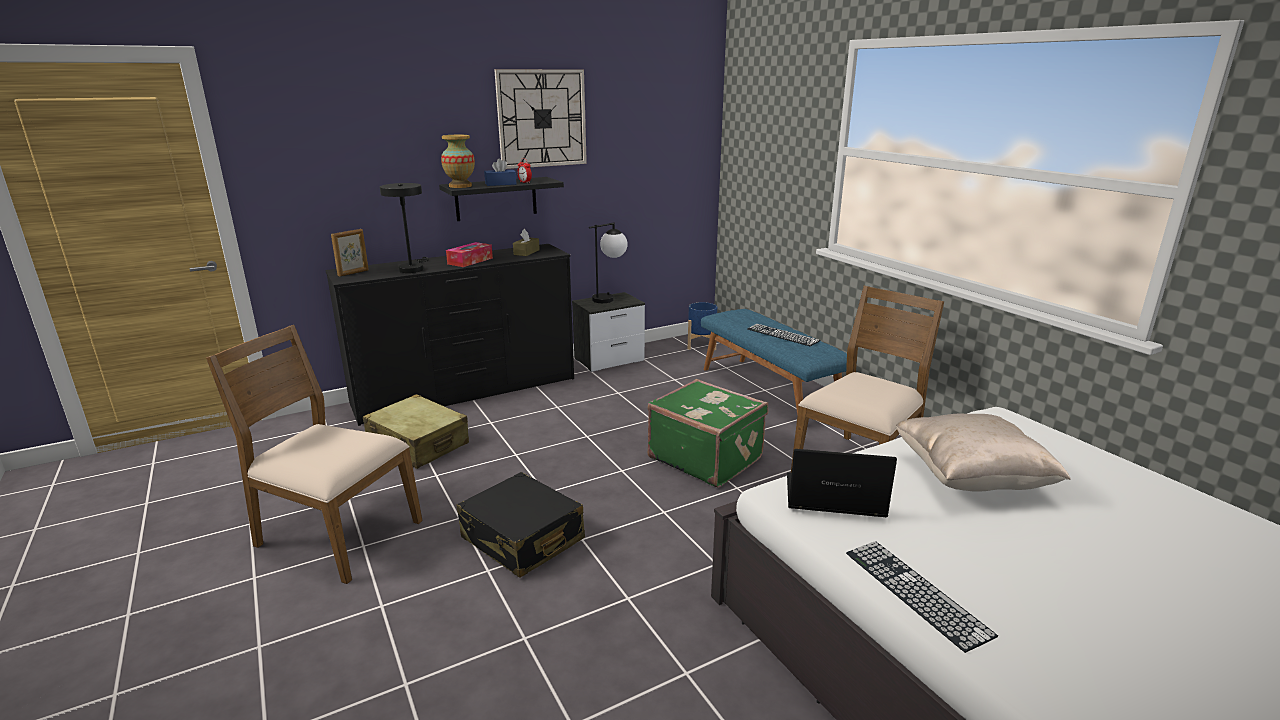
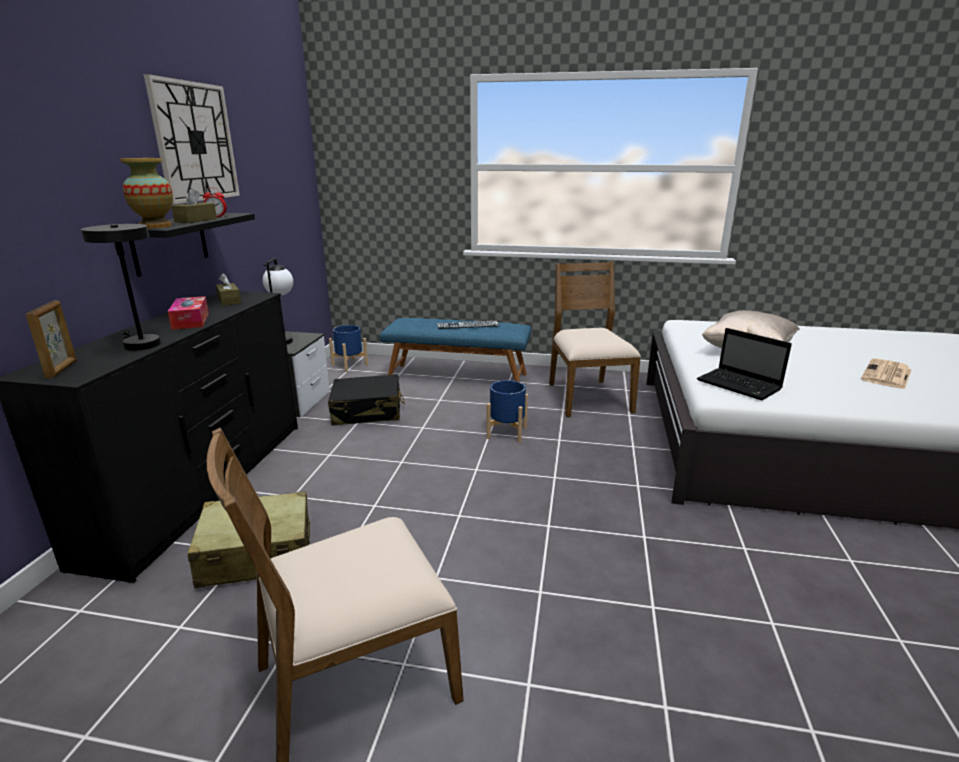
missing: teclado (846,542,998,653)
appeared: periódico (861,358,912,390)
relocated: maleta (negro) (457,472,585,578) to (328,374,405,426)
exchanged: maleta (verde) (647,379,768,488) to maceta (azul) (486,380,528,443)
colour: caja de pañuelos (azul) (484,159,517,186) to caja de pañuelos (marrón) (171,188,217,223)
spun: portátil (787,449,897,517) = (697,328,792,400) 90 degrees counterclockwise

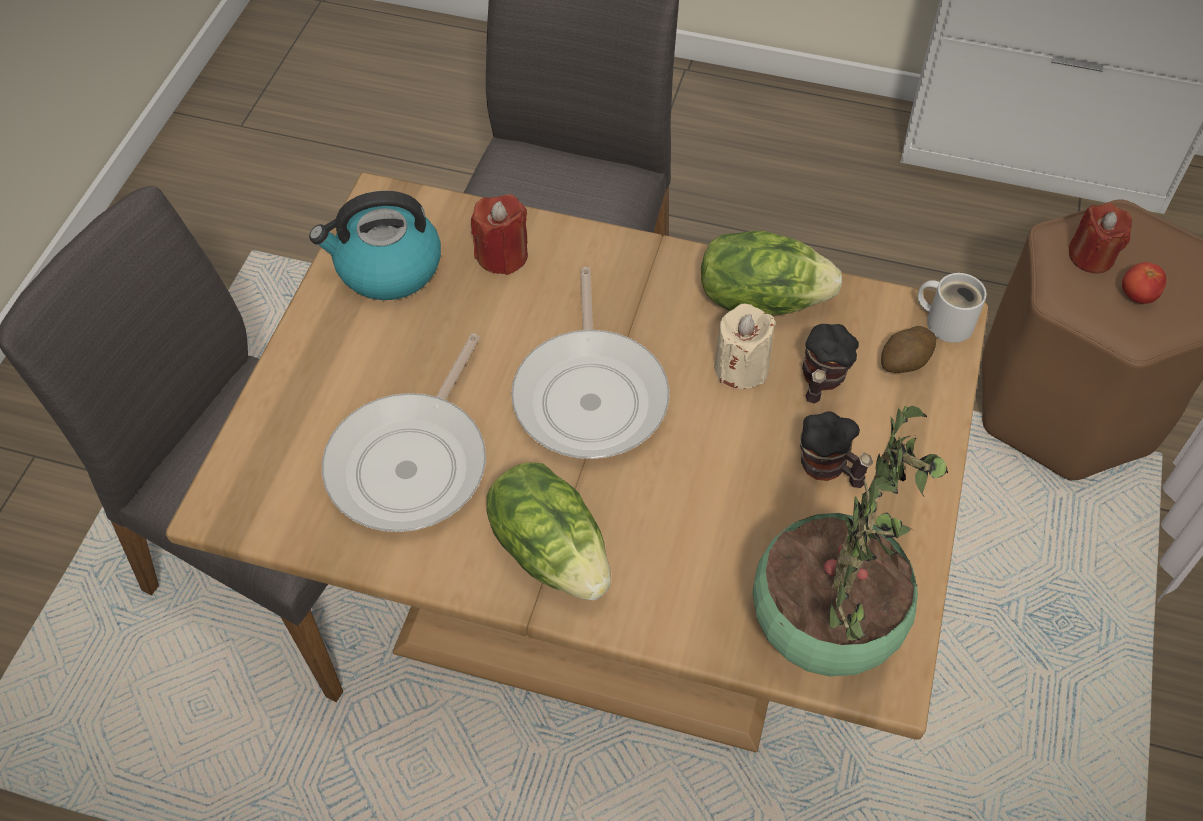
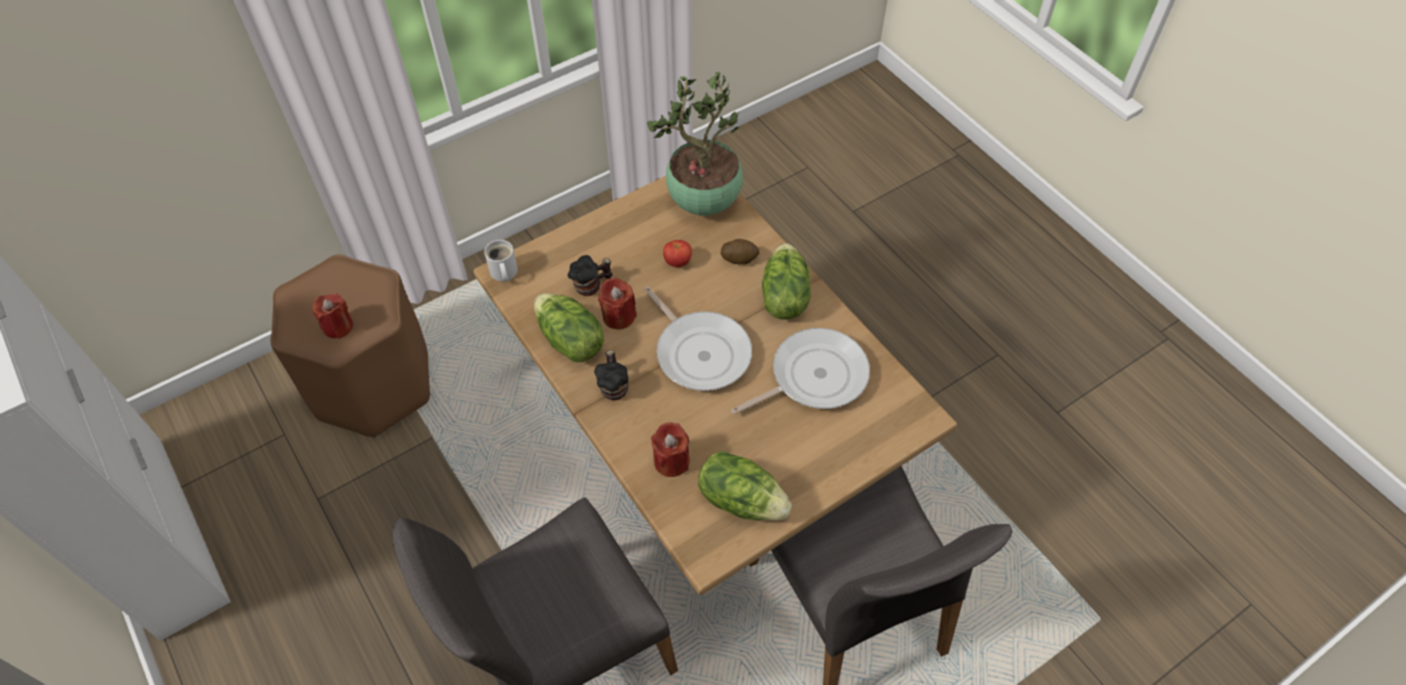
relocated: tomate (1122,262,1167,304) to (663,240,692,267); patata (881,326,936,373) to (720,239,760,264); taza grande (800,412,873,488) to (594,350,628,401)
exchanged: hervidor (309,191,441,300) to lechuga (698,451,792,521)
colour: vela (beis) (714,304,776,389) to vela (rojo) (598,277,637,329)
spun: sartén (511,267,669,459) = (644,287,752,391) 105 degrees clockwise

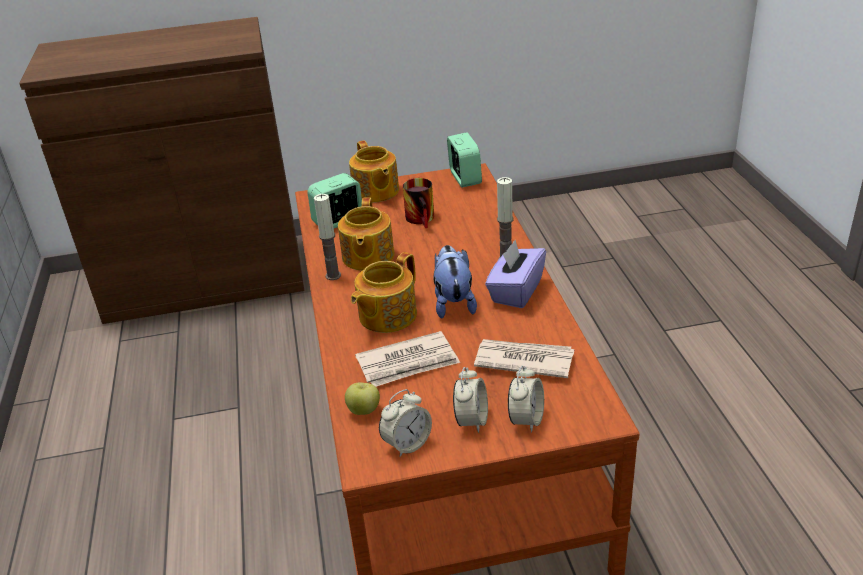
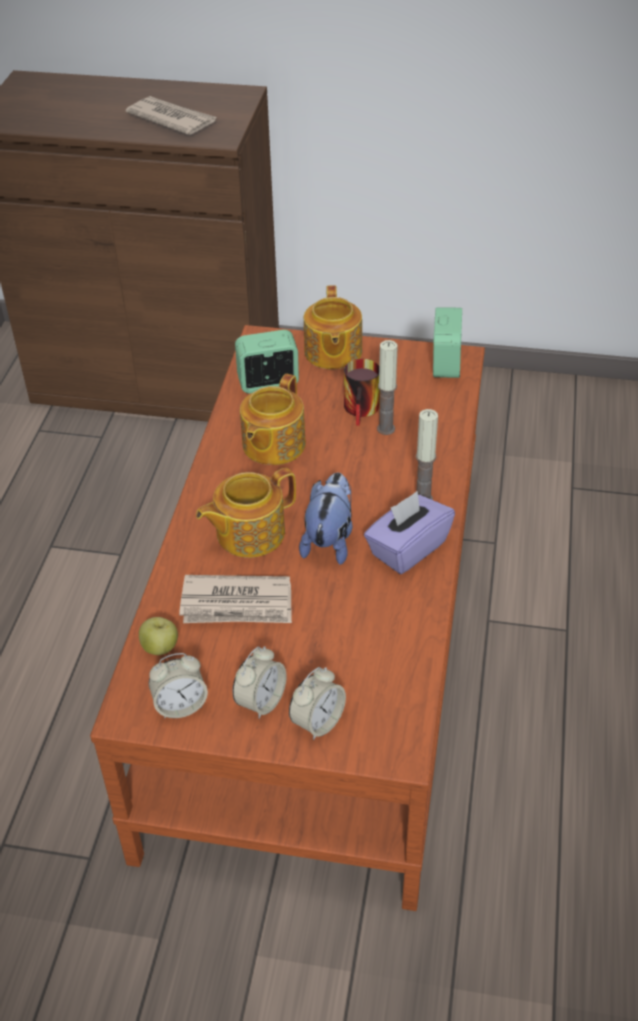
relocated: vela (314,194,341,280) to (377,340,398,435); periódico (474,339,574,378) to (126,96,217,135)

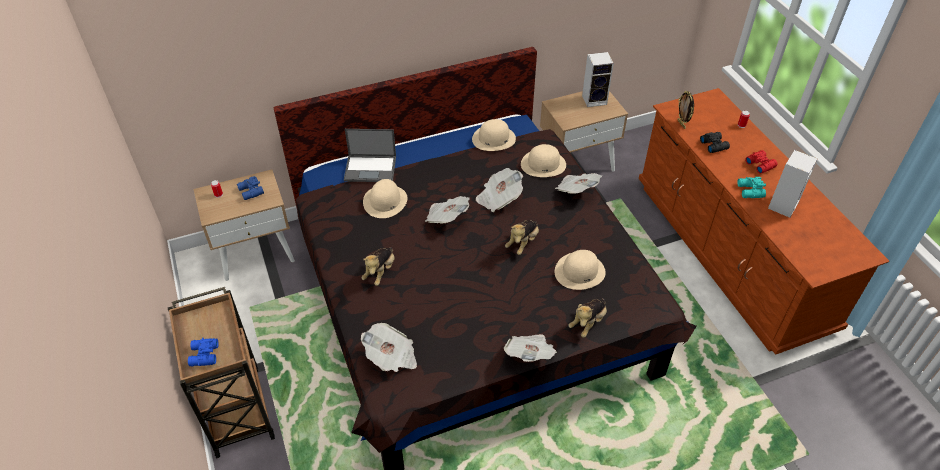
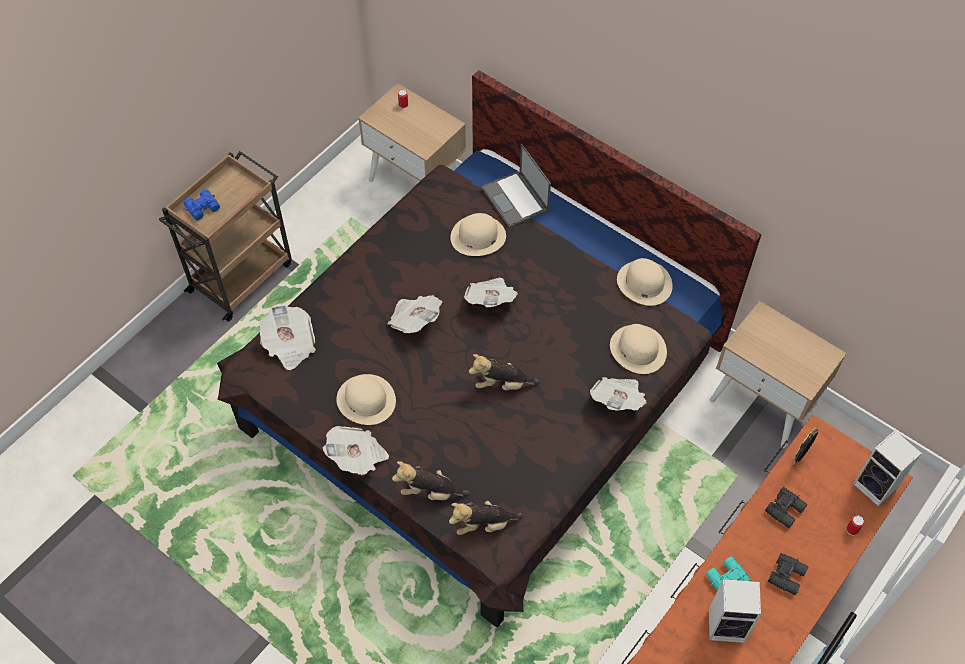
missing: prismáticos (azul) (237,176,264,200)
relocated: altavoz (582,52,614,107) to (853,430,922,506); periódico (476,168,523,212) to (388,295,442,333); peluche (361,247,395,286) to (449,501,524,535); sombrero (beis) (555,250,606,290) to (336,374,396,425)
colour: prismáticos (rojo) (745,150,778,174) to prismáticos (negro) (768,553,809,595)

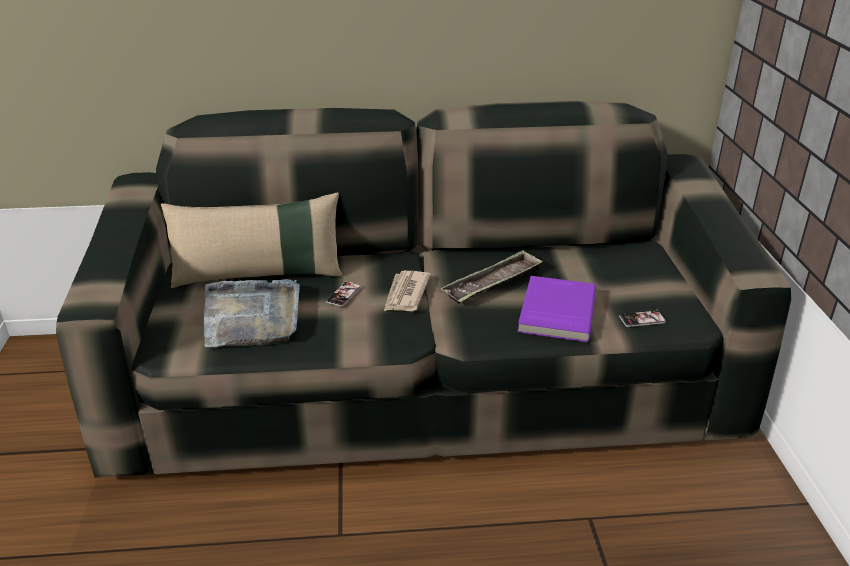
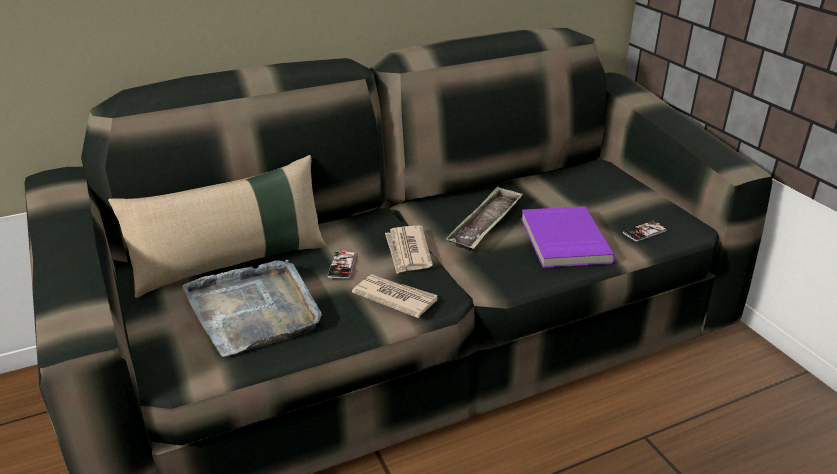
appeared: periódico (352,274,438,318)

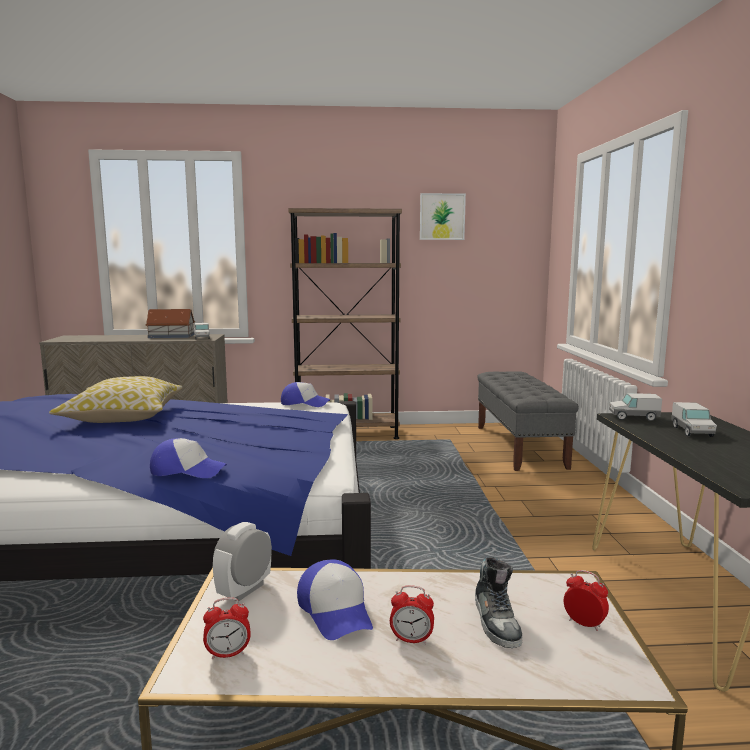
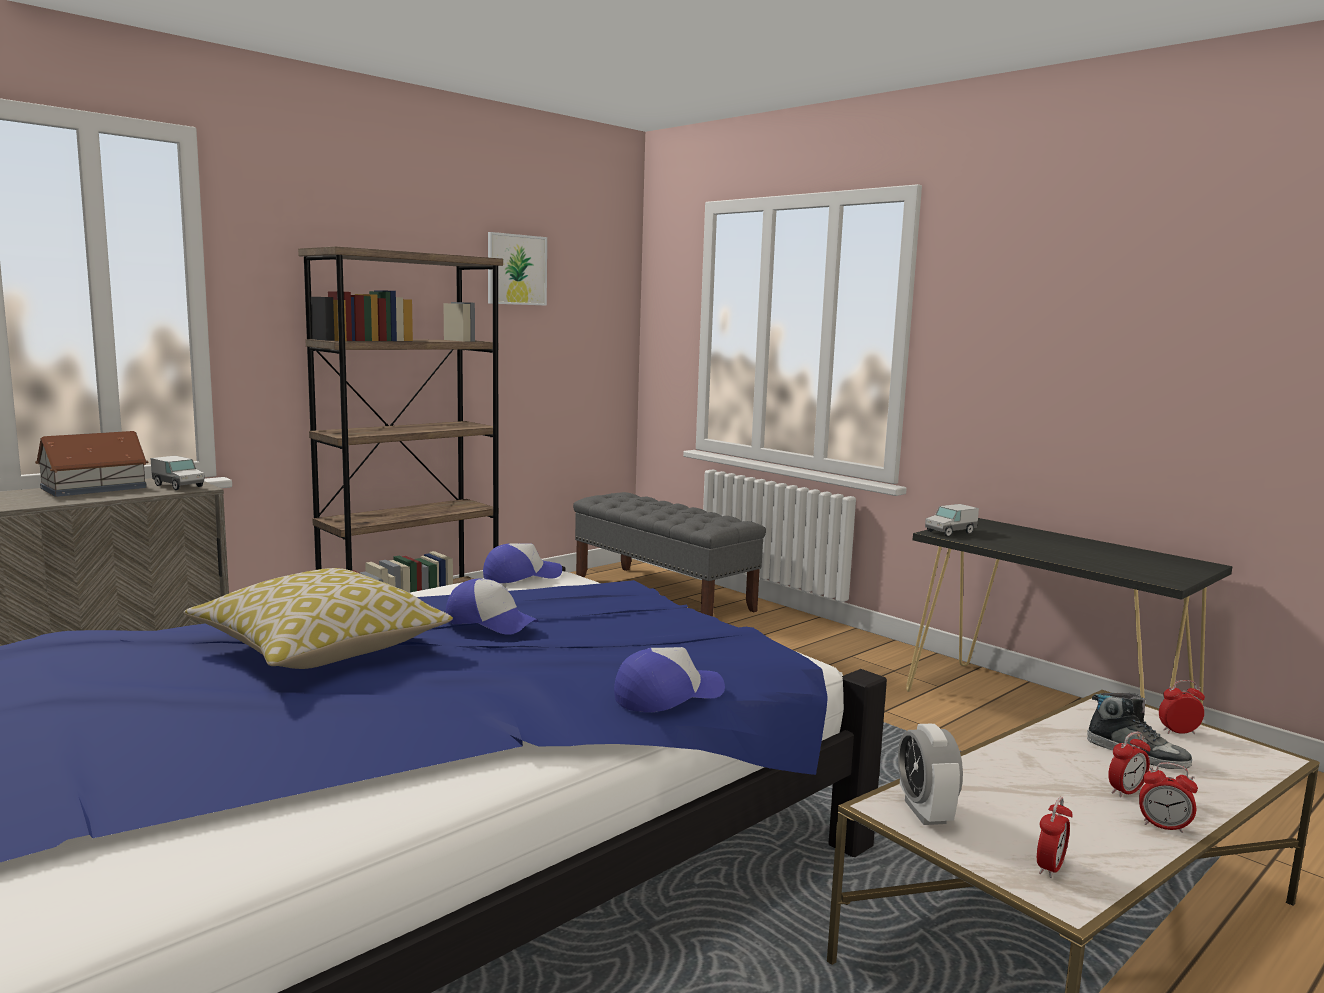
missing: camión de juguete (672,402,717,437)
appeared: despertador (1139,762,1198,833)
relocated: gorra (297,560,373,640) to (446,579,538,635)

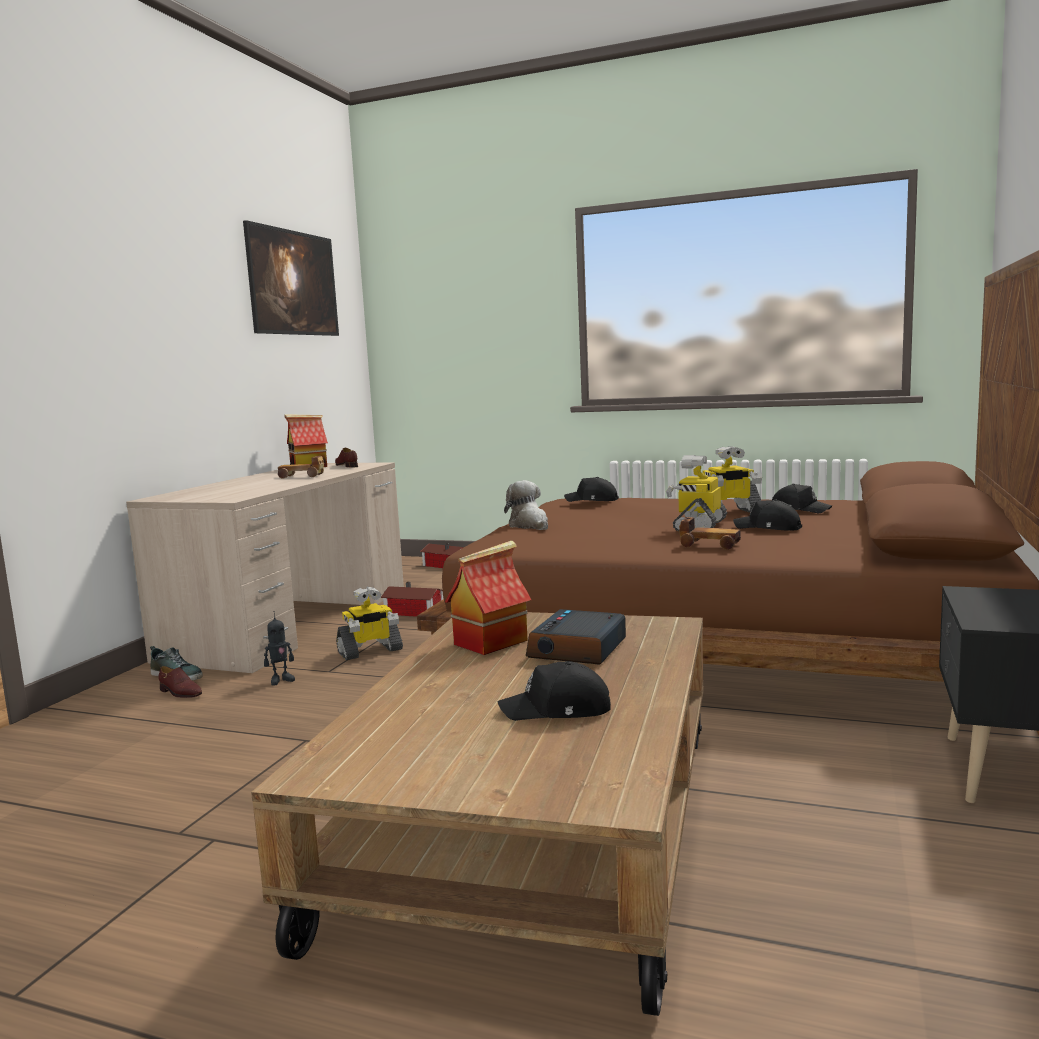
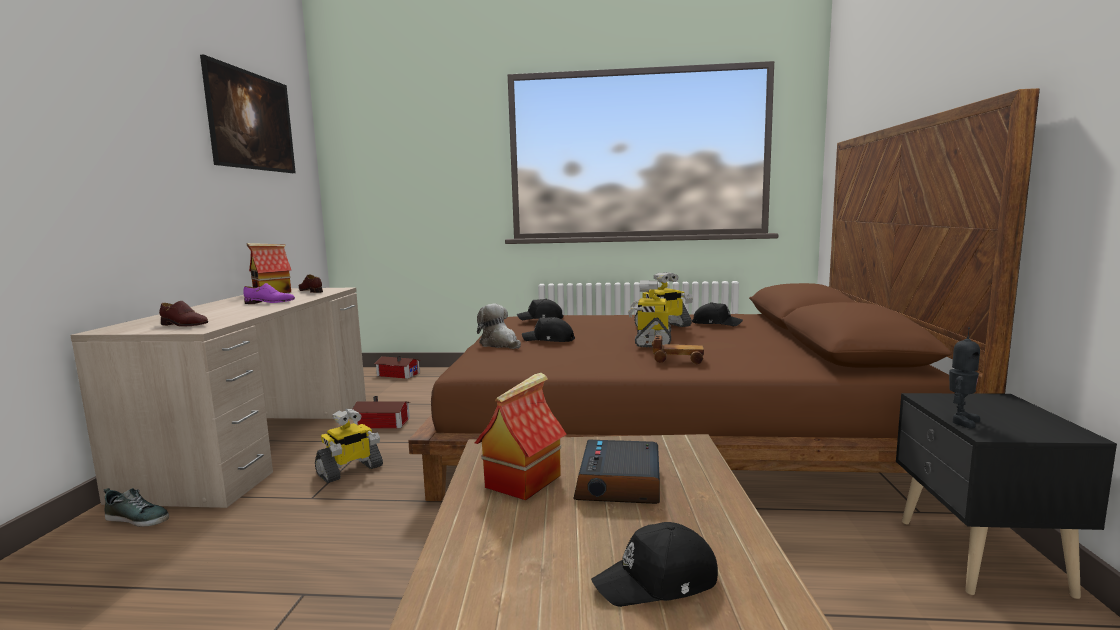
relocated: gorra (negro) (733,500,802,531) to (522,317,575,342); robot de juguete (264,611,295,686) to (949,327,980,429); zapato (marrón) (158,666,202,698) to (159,301,208,327)
exchanged: coche de juguete (278,456,324,479) to zapato (morado) (243,283,295,304)

